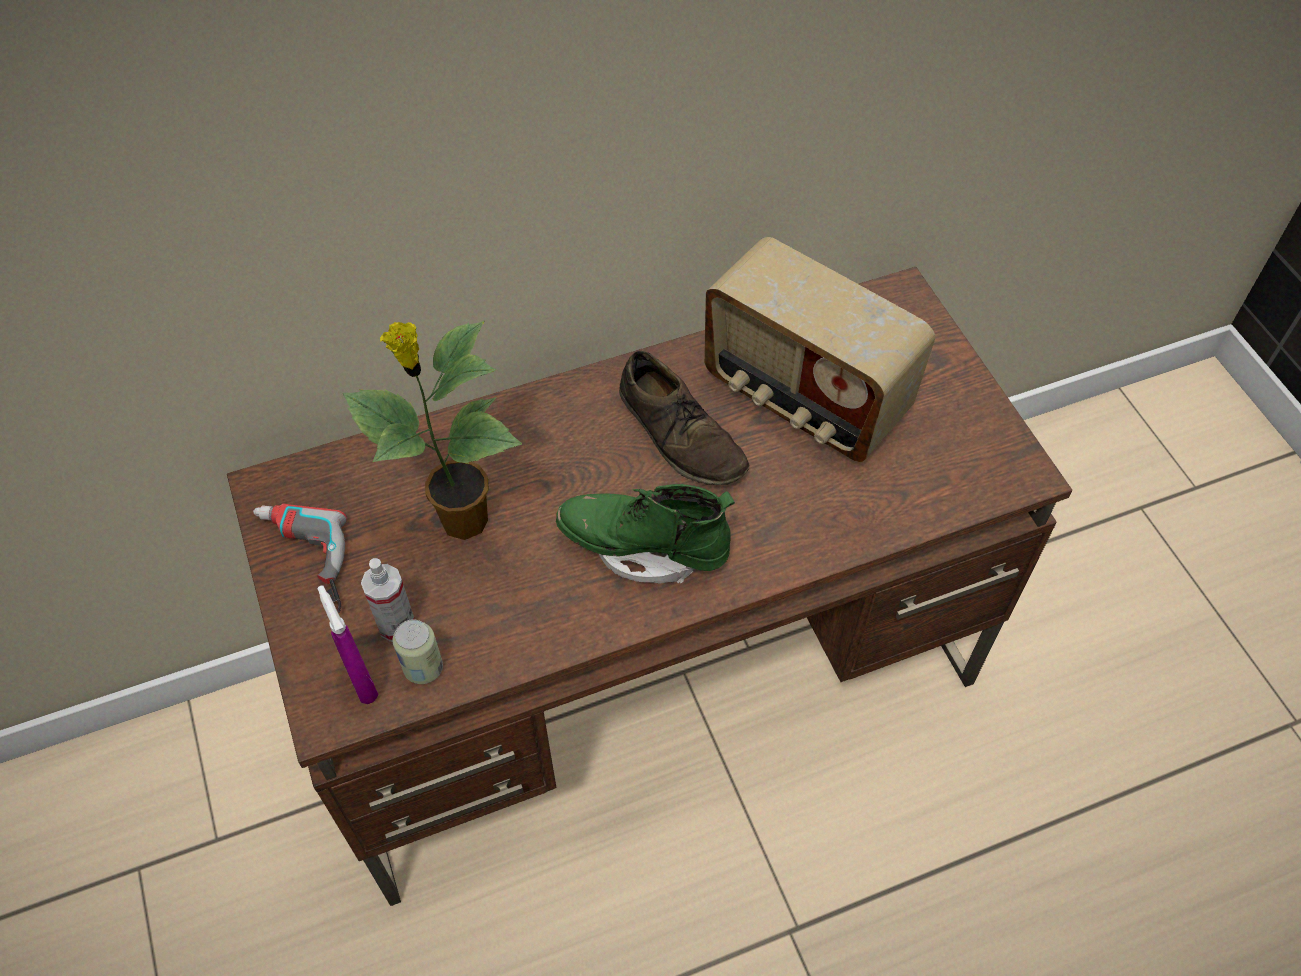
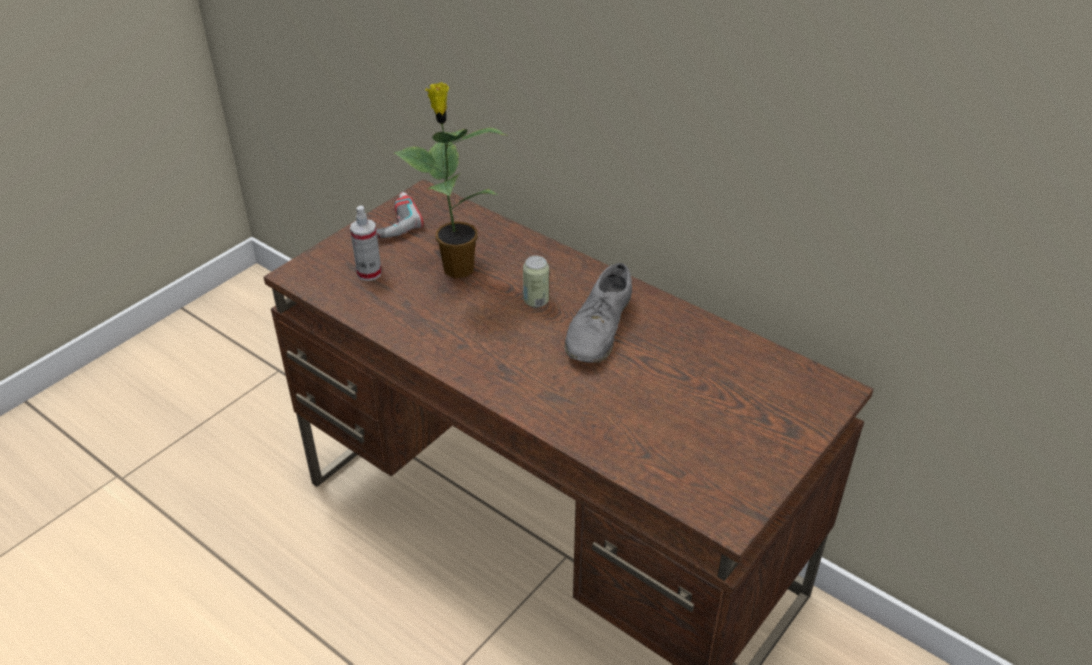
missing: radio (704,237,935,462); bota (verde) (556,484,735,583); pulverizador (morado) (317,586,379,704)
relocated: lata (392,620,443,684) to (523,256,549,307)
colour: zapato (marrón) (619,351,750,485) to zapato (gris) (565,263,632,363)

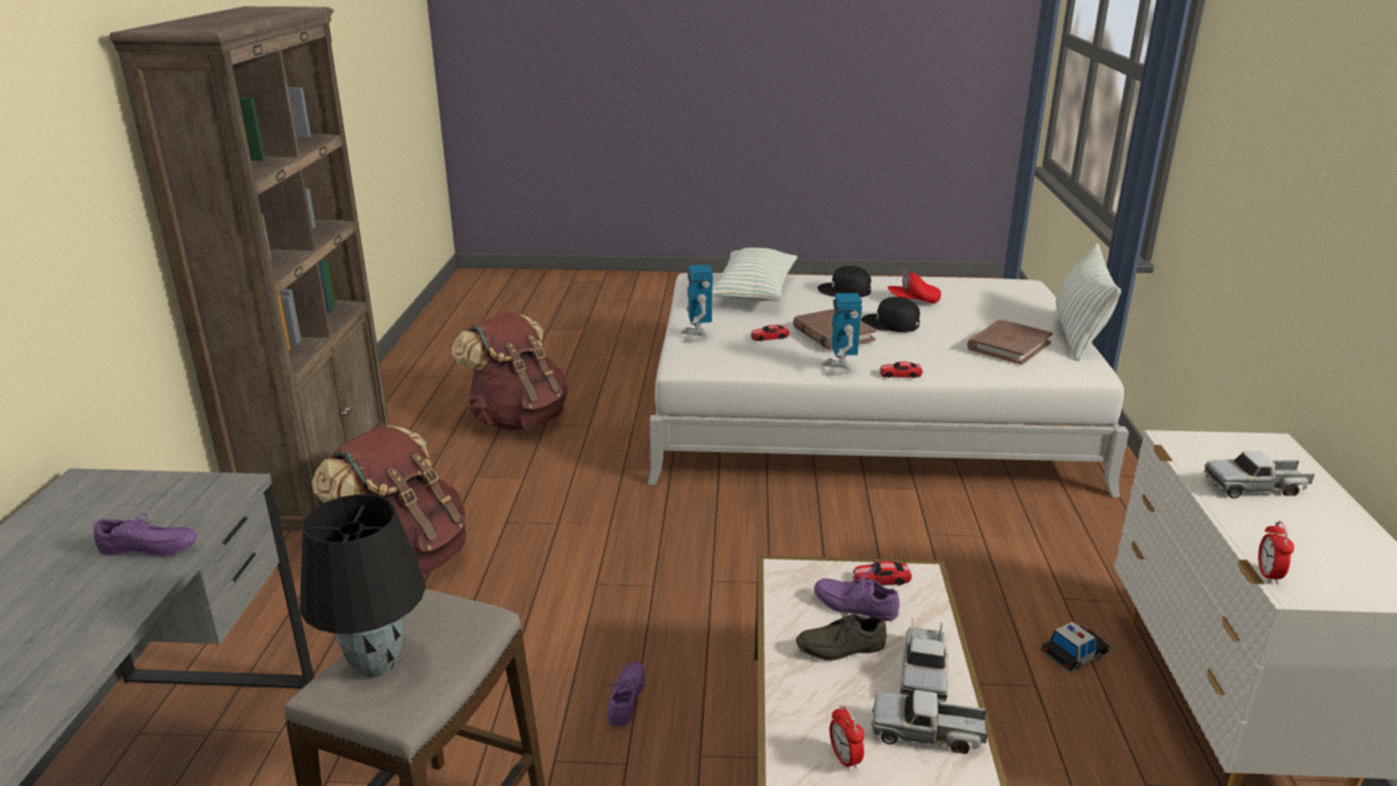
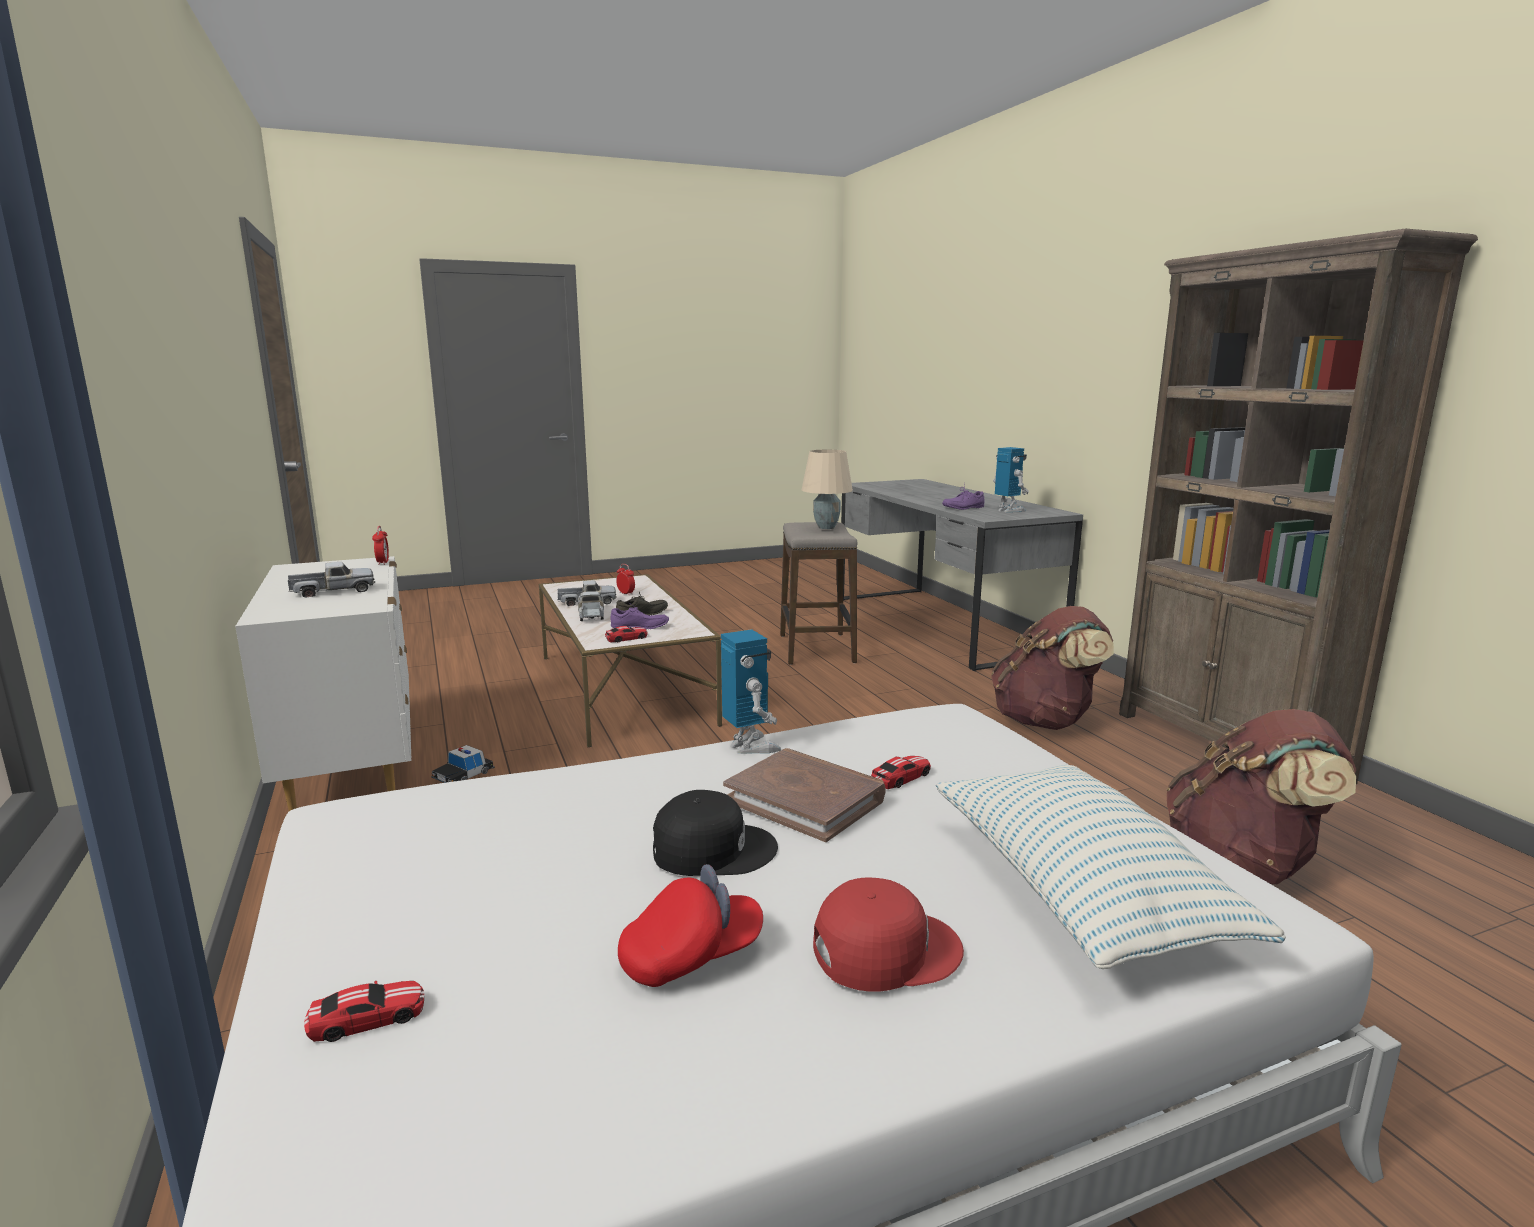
missing: cojín (1056,243,1121,361); libro (marrón) (967,320,1052,365); zapato (morado) (607,662,647,727)
relocated: robot de juguete (680,265,713,343) to (993,447,1029,512); coche de juguete (880,362,923,378) to (304,981,424,1042)
colour: gorra (negro) (817,266,871,297) to gorra (rojo) (813,878,964,992); lámpara de mesa (negro) (300,494,426,677) to lámpara de mesa (beis) (802,449,853,529)

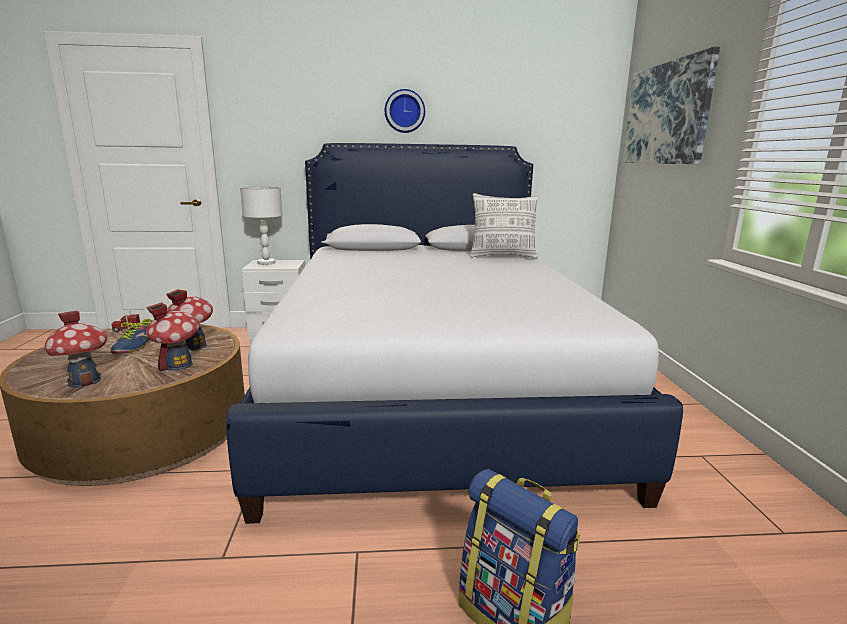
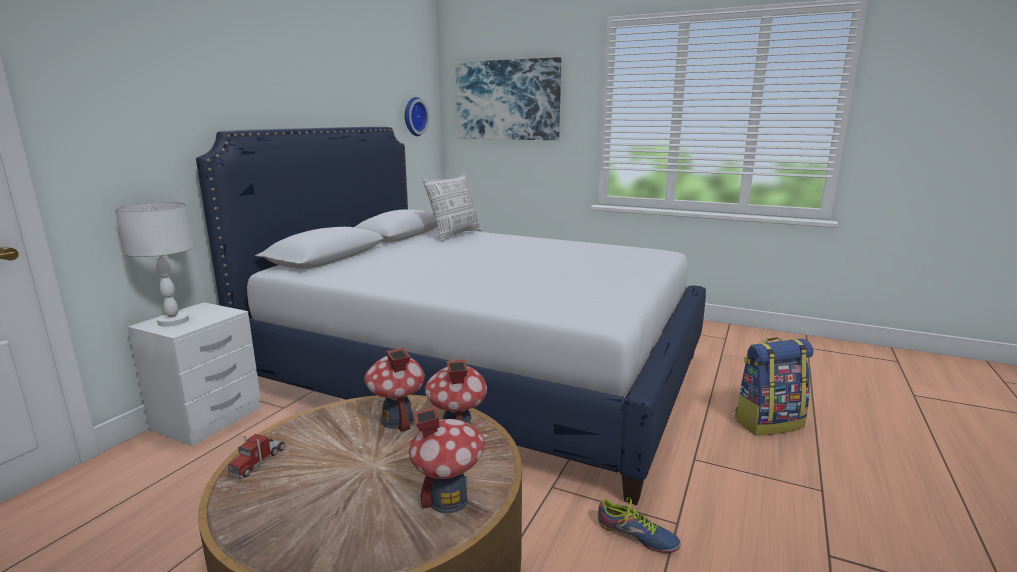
relocated: reloj de pared (385,89,425,133) to (405,97,429,136); zapato (111,318,152,354) to (598,497,681,553)

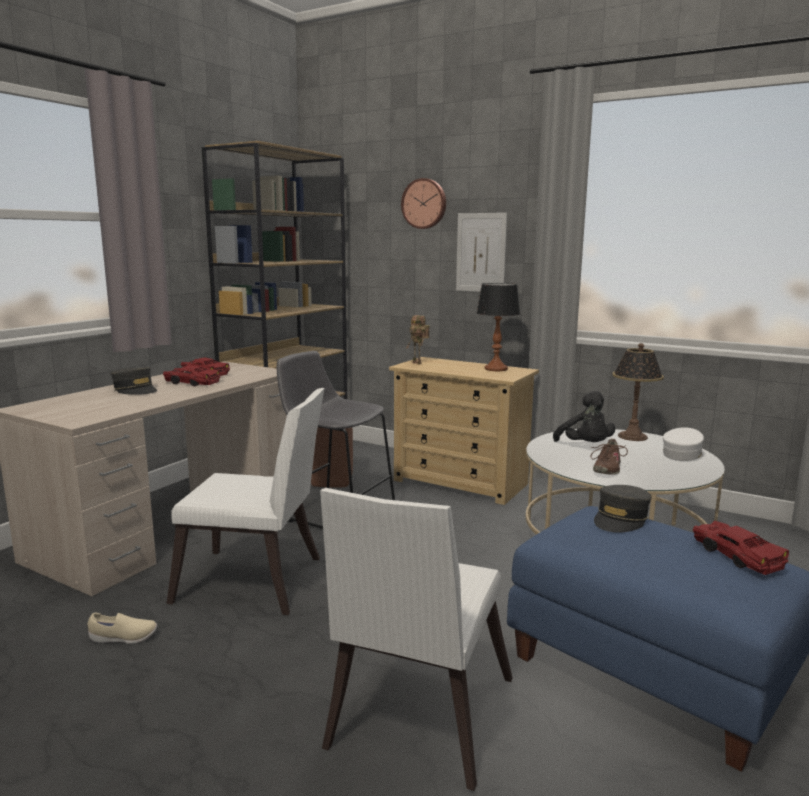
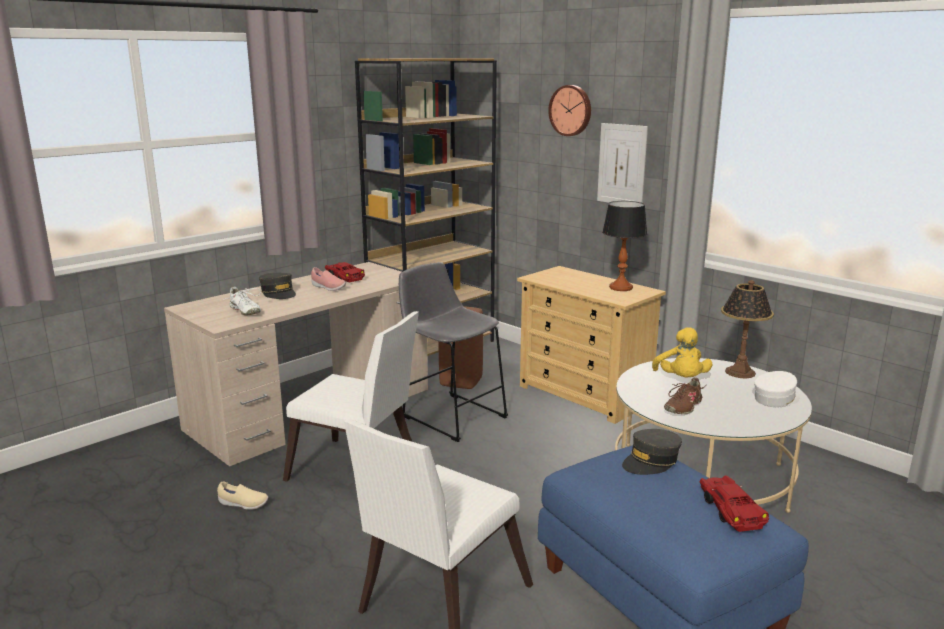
missing: robot de juguete (407,315,430,364)
appeared: zapato (blanco) (223,286,261,315)
exchanged: coche de juguete (rojo) (163,365,221,386) to zapato (rosa) (311,267,346,291)
colour: peluche (negro) (553,391,615,442) to peluche (amarillo) (652,328,712,377)

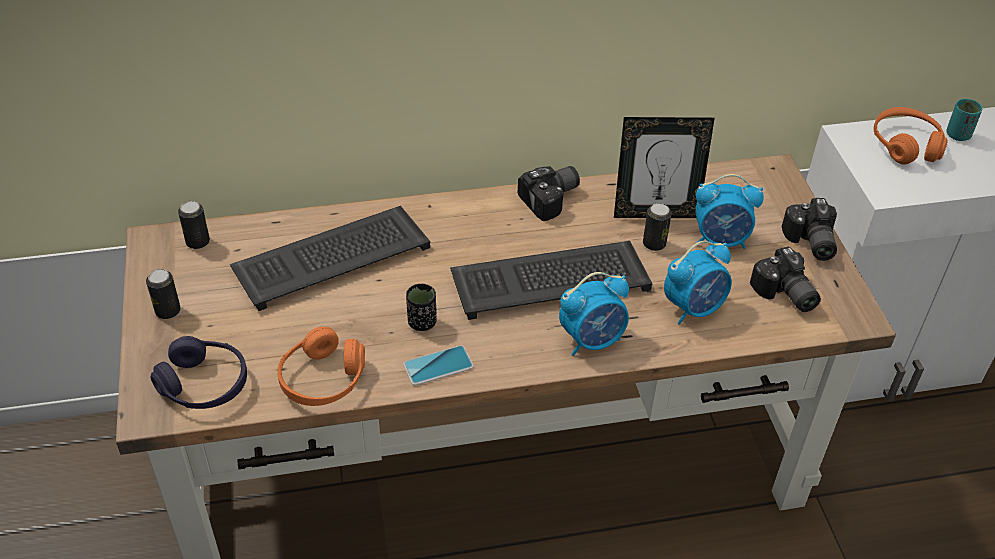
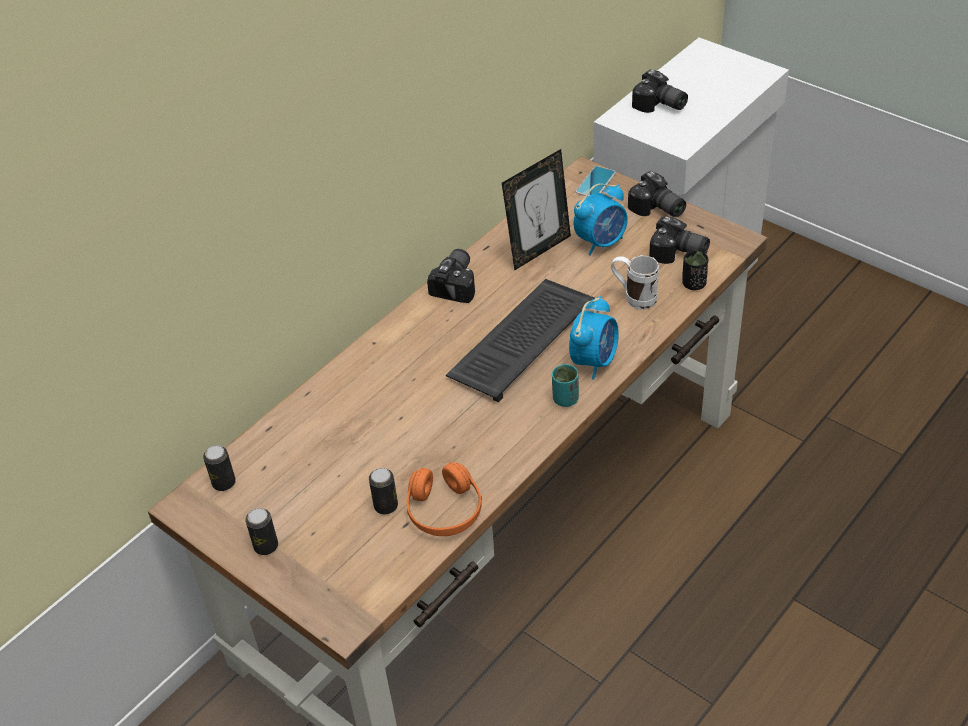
missing: teclado (230,206,430,311); auriculares (morado) (151,336,247,409)
relocated: taza (turquesa) (946,99,982,141) to (552,364,579,407); lata (643,203,672,251) to (369,468,398,514); taza (negro) (406,284,437,331) to (682,250,708,290); móvil (403,345,474,386) to (576,166,616,196)
exchanged: auriculares (naranja) (874,107,948,165) to cámara (632,69,688,113); despertador (664,241,732,325) to taza grande (blanco) (611,255,659,310)

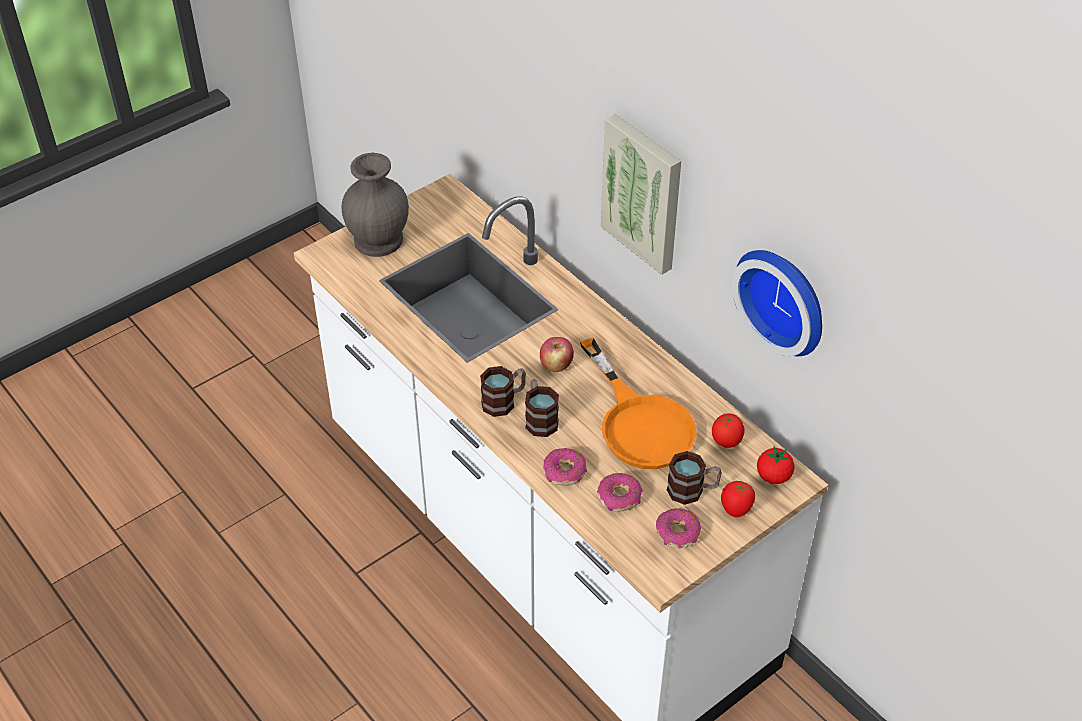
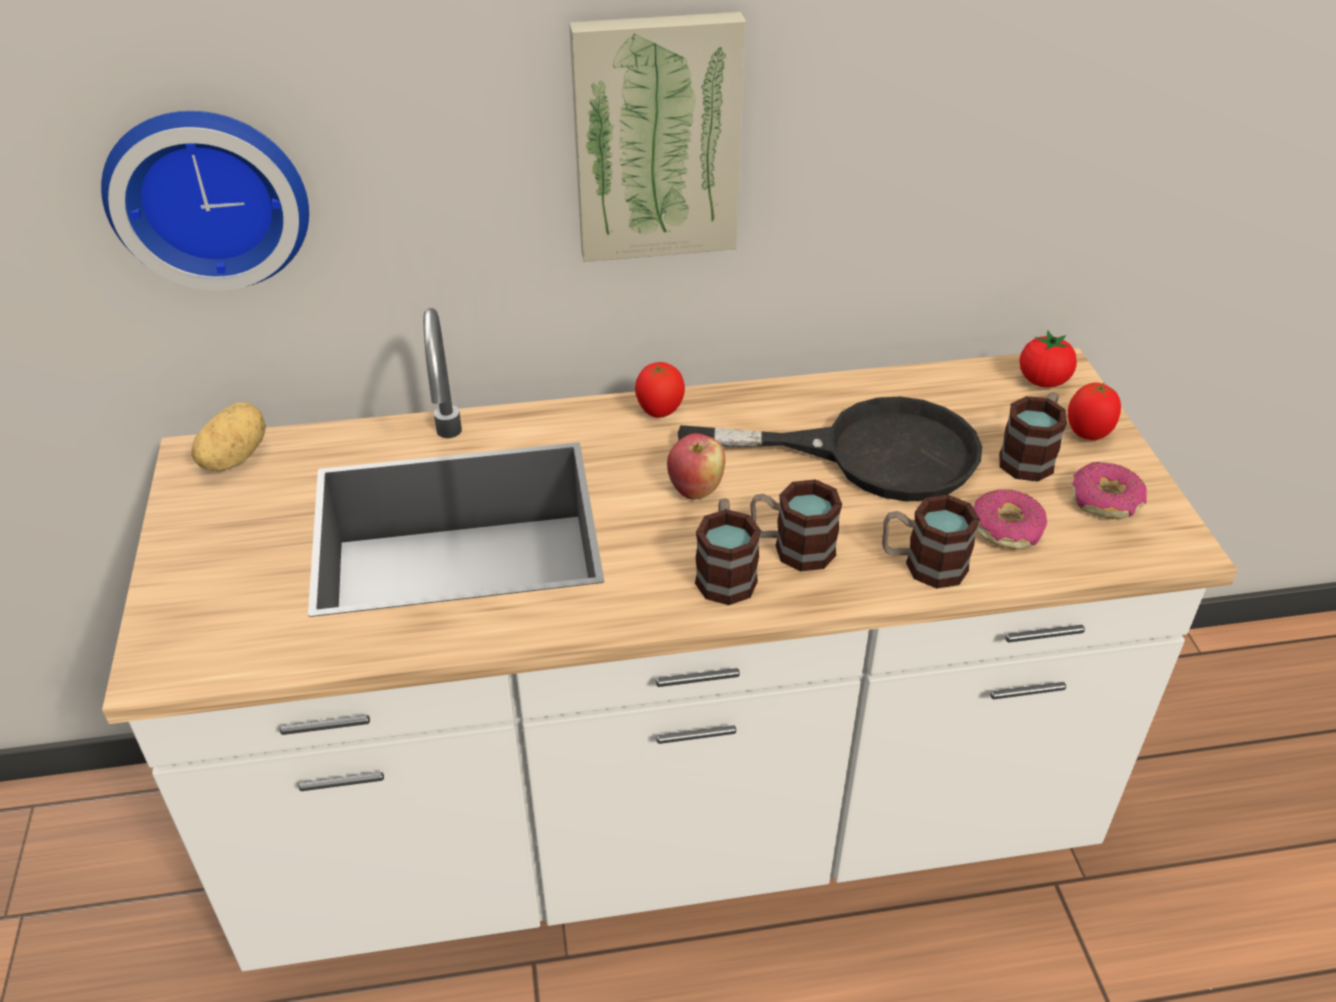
missing: florero (gris) (342,153,409,257)
appeared: patata (191,402,266,471)
relocated: reloj de pared (732,250,822,356) to (101,111,309,290); tomate (712,414,745,448) to (635,362,685,418)
exchanged: rosquilla (543,448,587,486) to taza grande (882,495,980,589)
colour: sartén (naranja) (580,338,696,469) to sartén (negro) (678,397,982,501)

